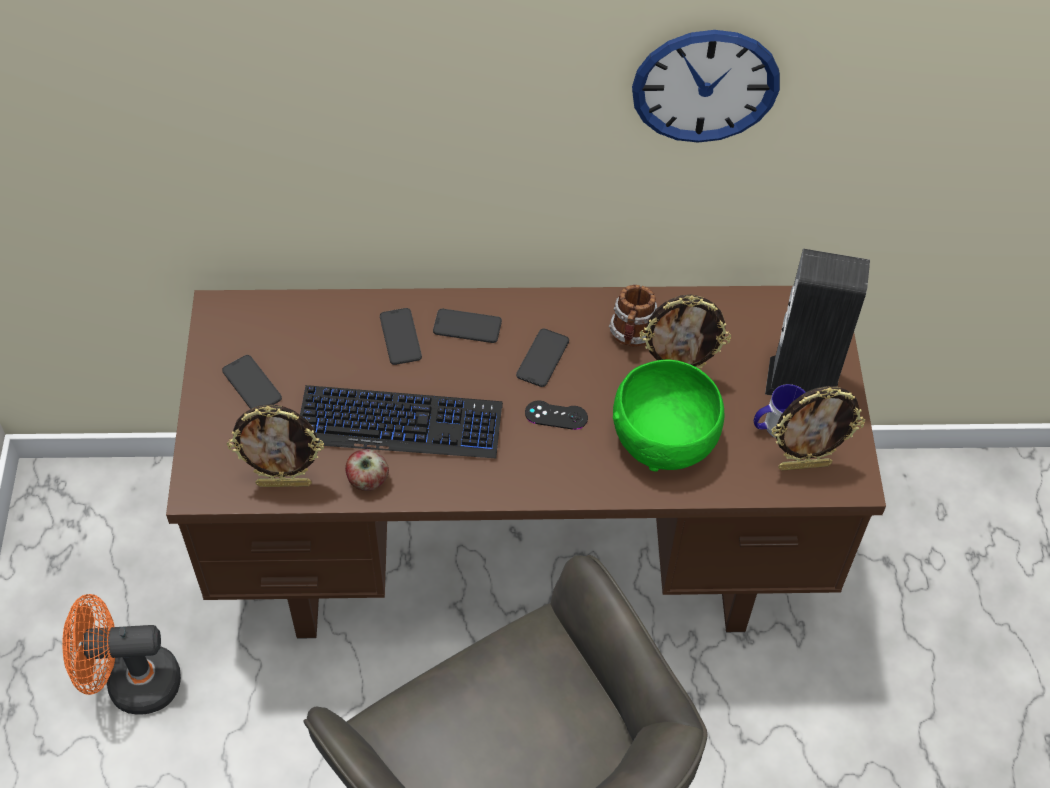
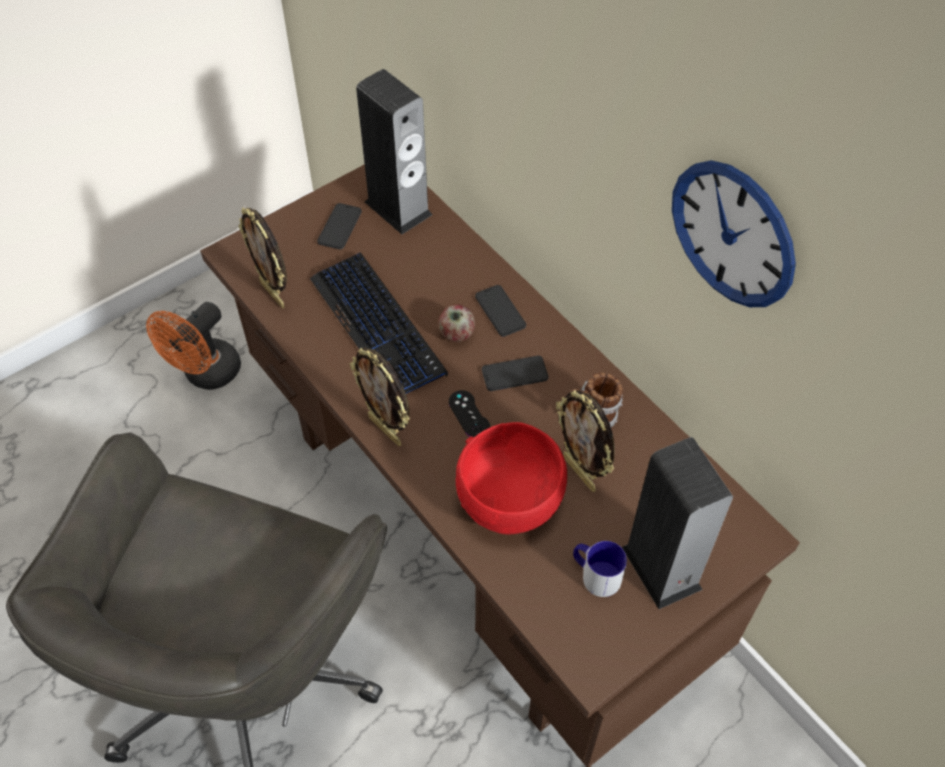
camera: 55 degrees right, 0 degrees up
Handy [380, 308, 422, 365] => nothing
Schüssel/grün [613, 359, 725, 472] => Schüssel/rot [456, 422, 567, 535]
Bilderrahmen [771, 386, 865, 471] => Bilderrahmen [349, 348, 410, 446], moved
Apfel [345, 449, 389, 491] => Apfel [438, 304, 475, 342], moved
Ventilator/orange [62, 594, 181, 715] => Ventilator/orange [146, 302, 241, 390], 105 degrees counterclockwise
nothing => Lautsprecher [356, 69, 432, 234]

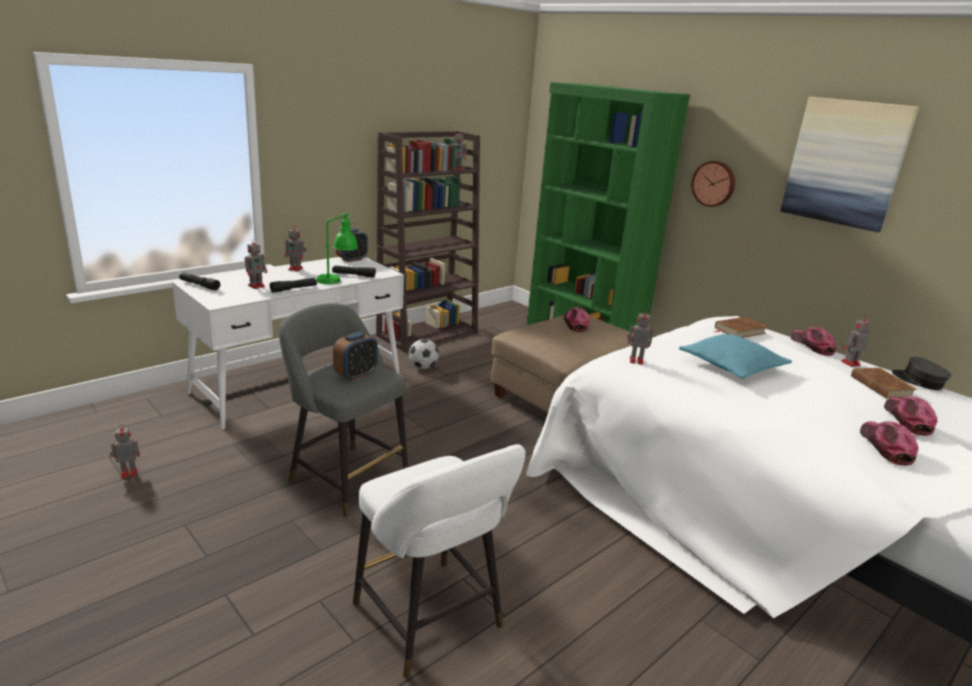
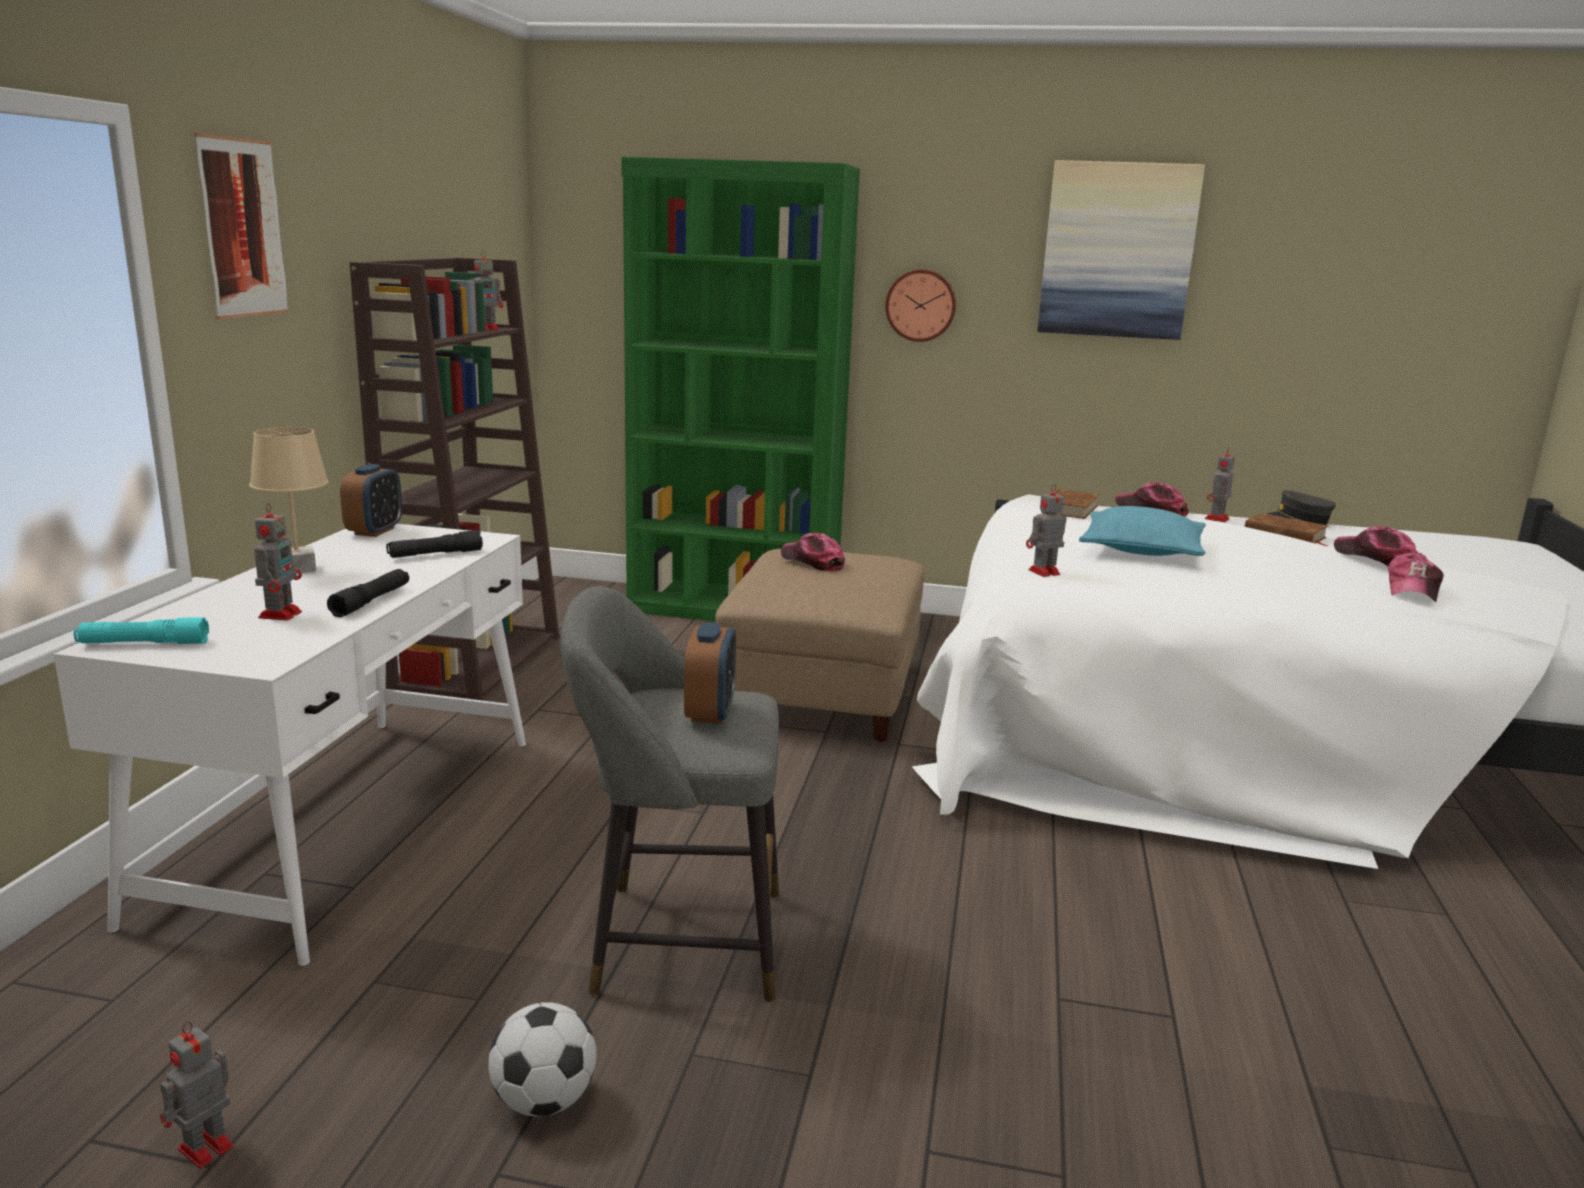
camera: 35 degrees left, 5 degrees down
Tischlampe/grün [316, 213, 358, 284] => nothing
Spielzeugroboter [284, 225, 306, 271] => Tischlampe/beige [249, 427, 329, 573]
Taschenlampe/schwarz [179, 272, 220, 291] => Taschenlampe/türkis [74, 617, 209, 644]
Fußball [409, 339, 439, 369] => Fußball [488, 1002, 597, 1117], moved
Kappe [860, 421, 918, 466] => Kappe [1388, 553, 1444, 602], 120 degrees counterclockwise
Hocker/weiß [353, 444, 526, 678] => nothing
nothing => Bild [194, 133, 289, 319]

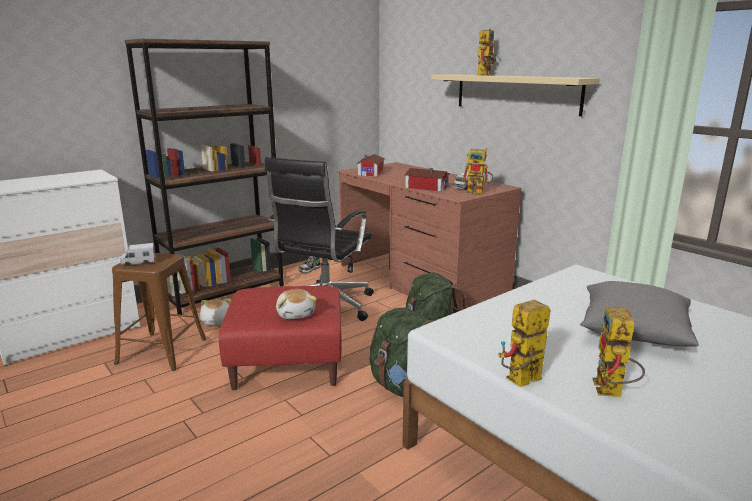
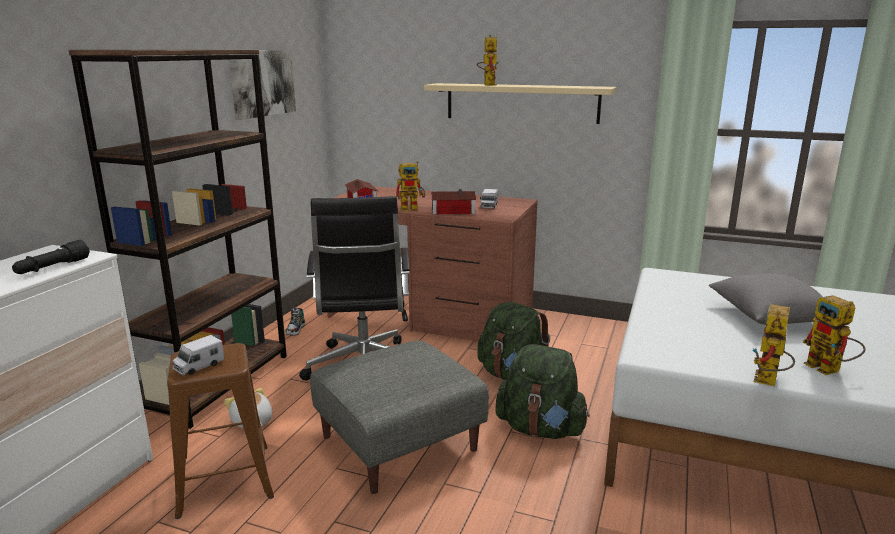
camera: 30 degrees left, 0 degrees up
Spielzeugroboter [462, 148, 493, 195] => Spielzeugroboter [396, 161, 425, 211], moved
Polsterhocker/rot [219, 286, 342, 390] => Polsterhocker/grau [310, 340, 489, 494]
Plüschtier [276, 289, 317, 319] => nothing
nothing => Bild [229, 50, 296, 120]
nothing => Taschenlampe/schwarz [12, 240, 90, 274]

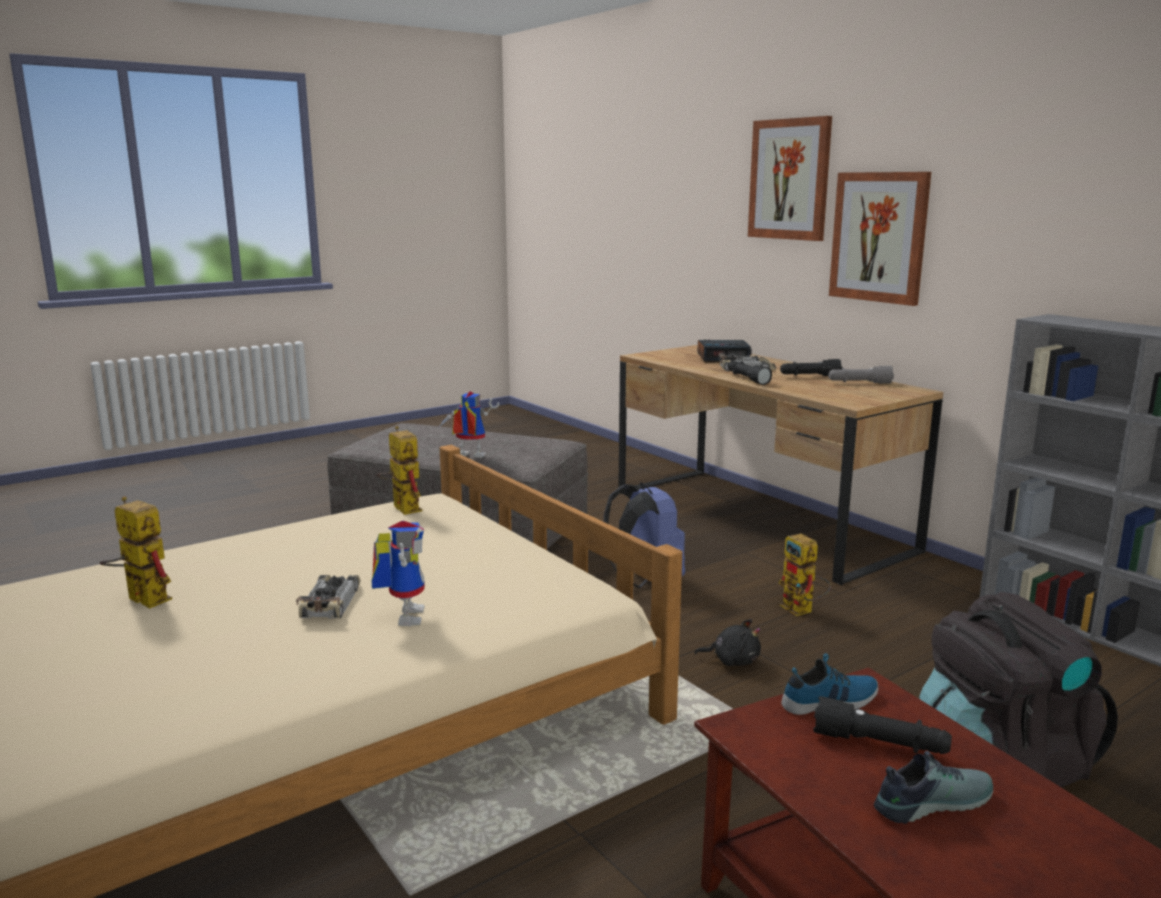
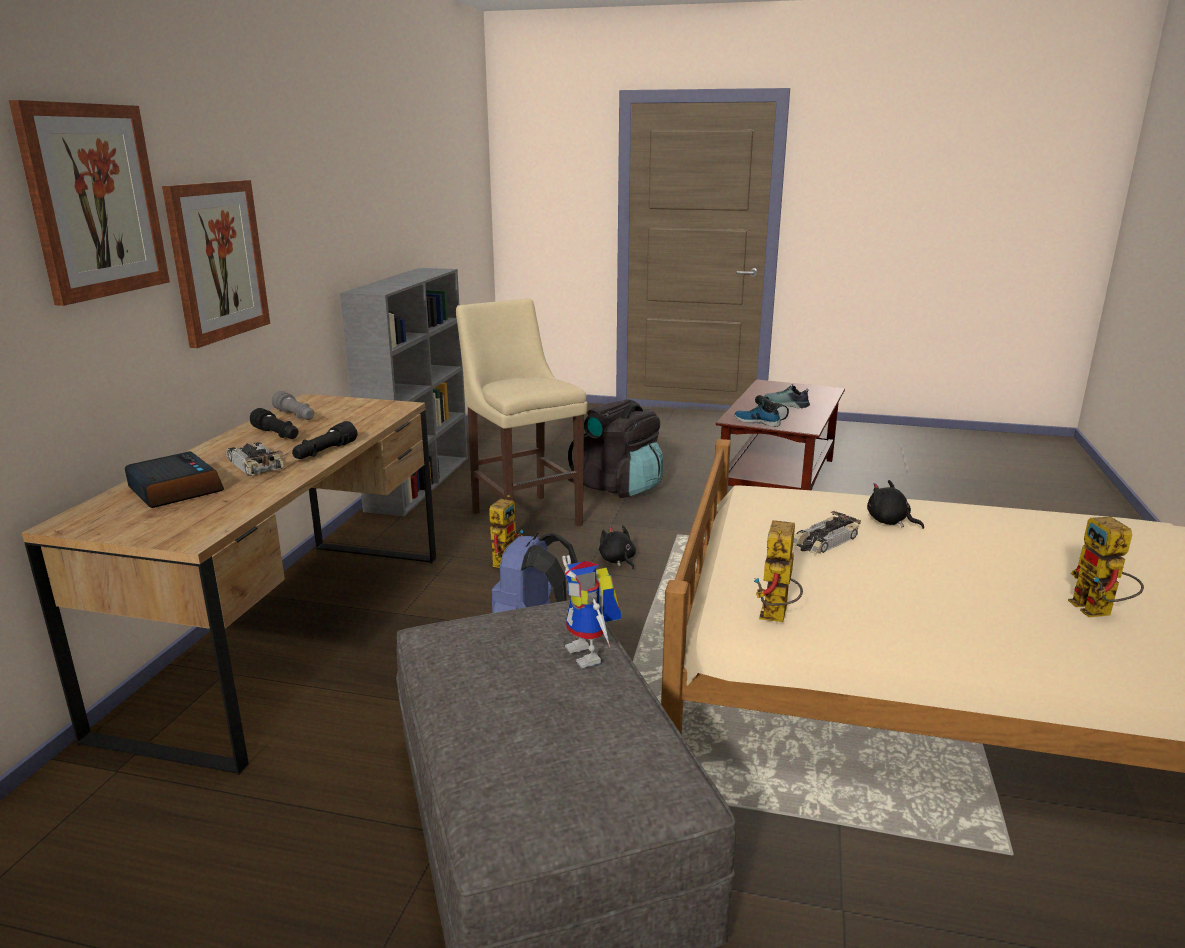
camera: 130 degrees left, 5 degrees up
Spielzeugroboter [372, 521, 425, 626] => Plüschtier/schwarz [867, 480, 924, 529]
Spielzeugauto [296, 575, 361, 619] => Spielzeugauto [793, 511, 861, 554], moved
nothing => Hocker/beige [456, 298, 588, 526]

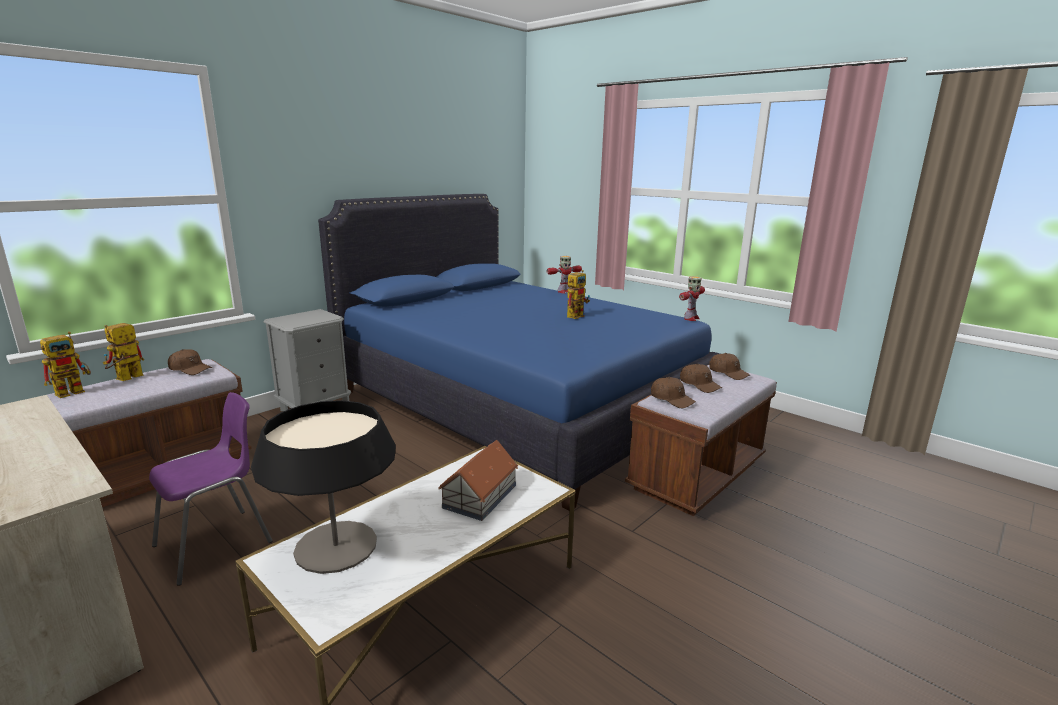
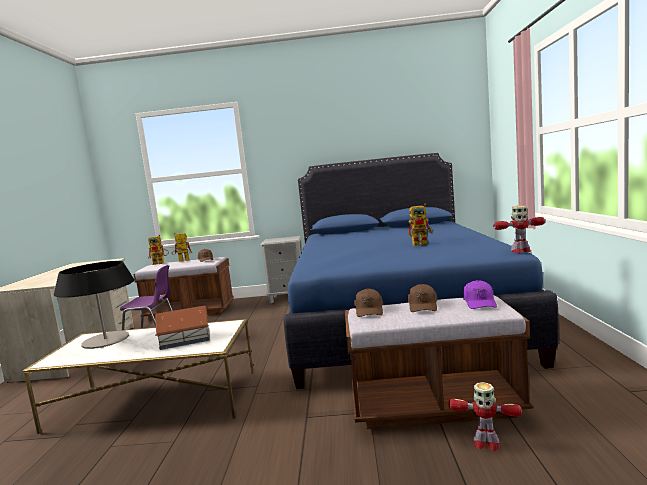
camera: 50 degrees right, 10 degrees down
Spielzeugroboter [546, 256, 582, 294] => Spielzeugroboter [449, 382, 522, 451], moved
Kappe/braun [709, 353, 750, 380] => Kappe/lila [463, 280, 497, 309]

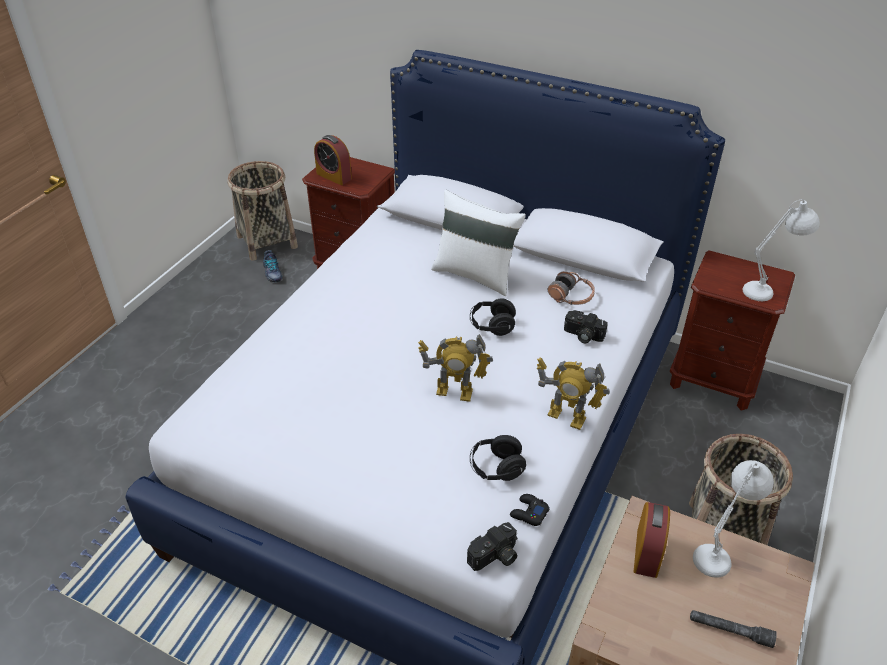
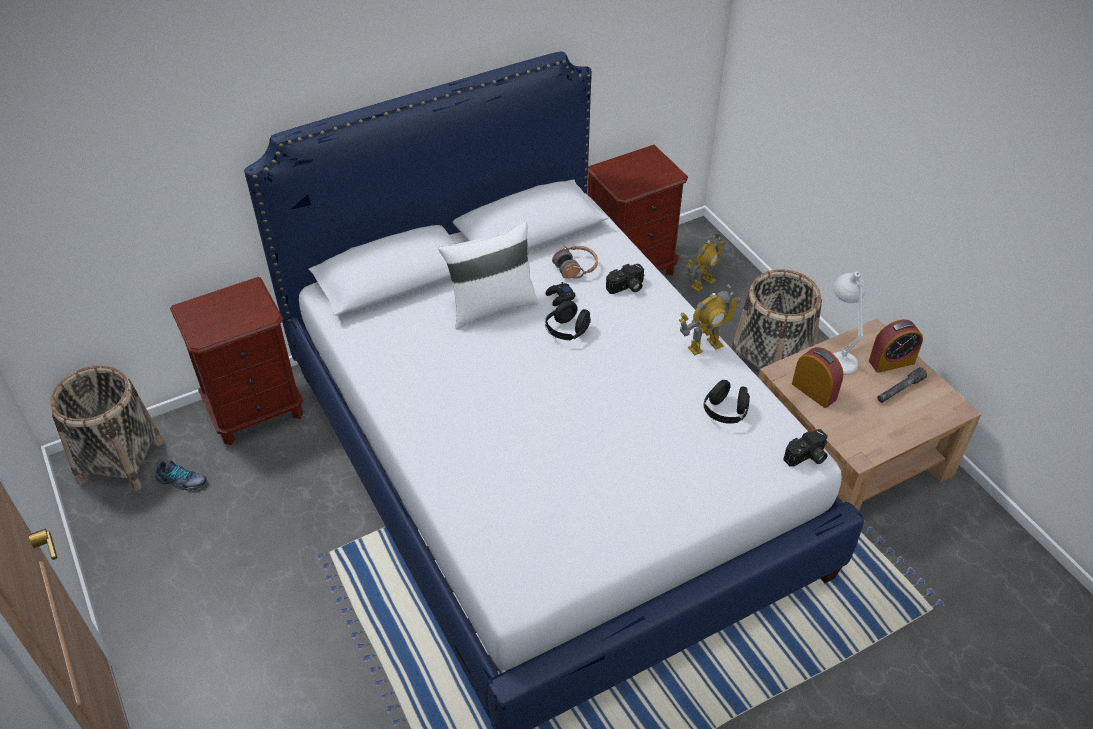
camera: 55 degrees left, 5 degrees up
Wecker [314, 135, 352, 185] => Wecker [869, 319, 923, 373], moved
Tischlampe/weiß [743, 199, 820, 301] => nothing
Spielzeugroboter [418, 334, 493, 402] => Spielzeugroboter [687, 231, 725, 292], moved
Gamepad/schwarz [510, 494, 550, 526] => Gamepad/schwarz [545, 282, 576, 306], moved
Kamera [467, 522, 518, 571] => Kamera [783, 429, 828, 467], 60 degrees clockwise

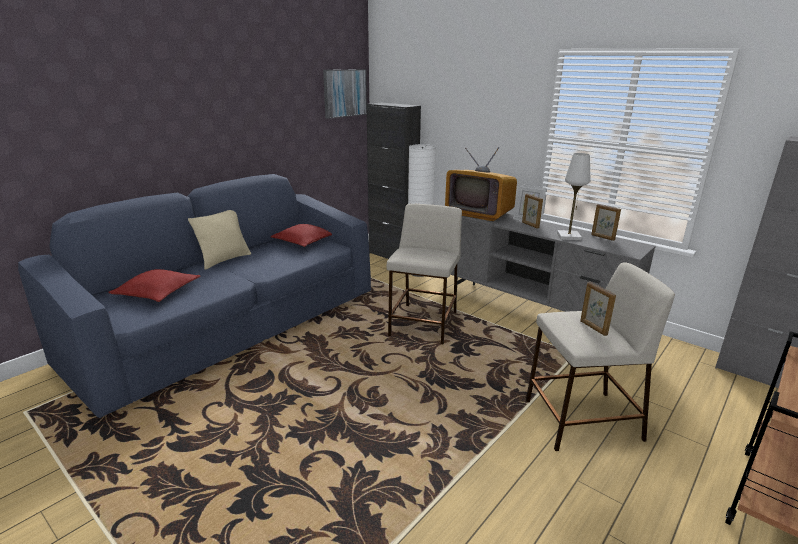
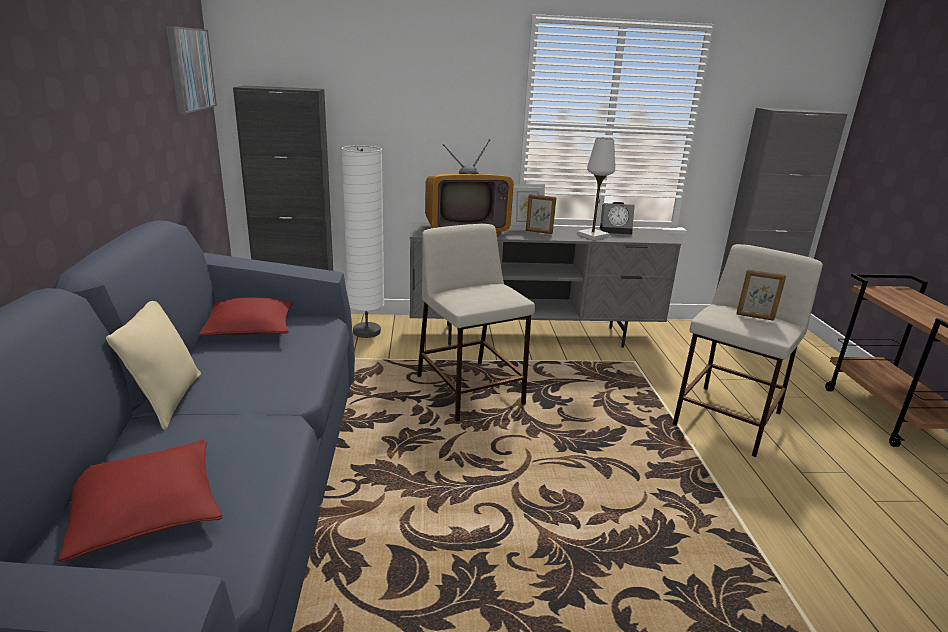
camera: 45 degrees left, 0 degrees up
Bilderrahmen [591, 204, 621, 241] => Wecker [600, 202, 635, 234]

